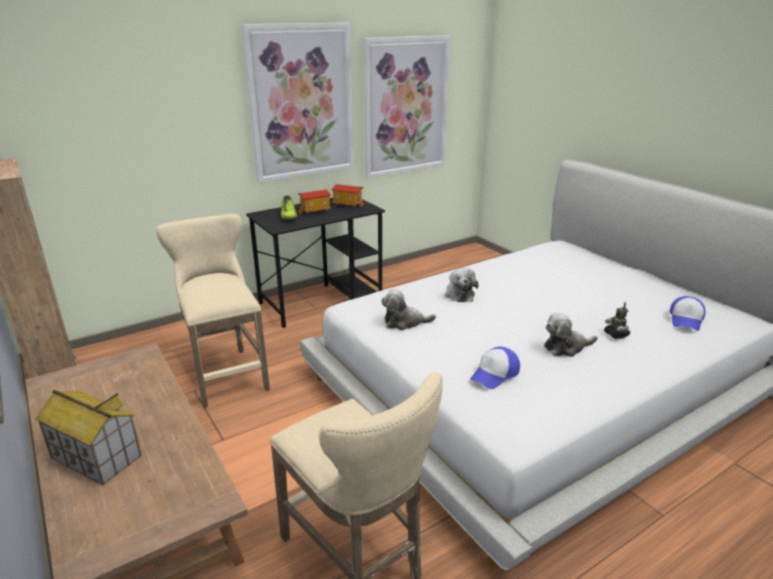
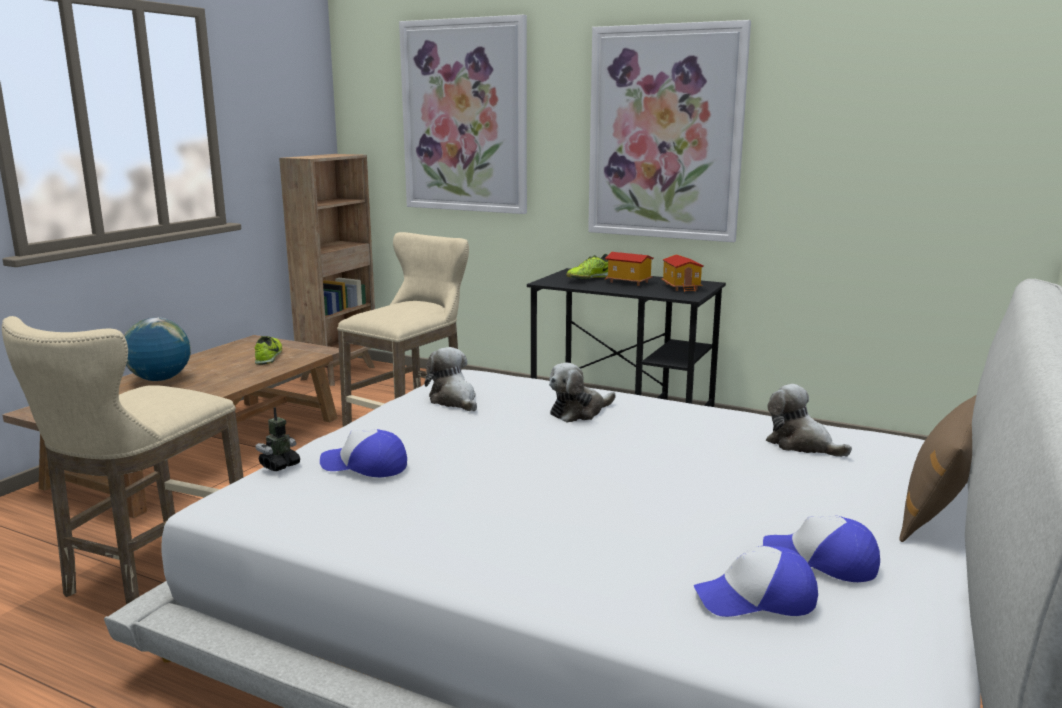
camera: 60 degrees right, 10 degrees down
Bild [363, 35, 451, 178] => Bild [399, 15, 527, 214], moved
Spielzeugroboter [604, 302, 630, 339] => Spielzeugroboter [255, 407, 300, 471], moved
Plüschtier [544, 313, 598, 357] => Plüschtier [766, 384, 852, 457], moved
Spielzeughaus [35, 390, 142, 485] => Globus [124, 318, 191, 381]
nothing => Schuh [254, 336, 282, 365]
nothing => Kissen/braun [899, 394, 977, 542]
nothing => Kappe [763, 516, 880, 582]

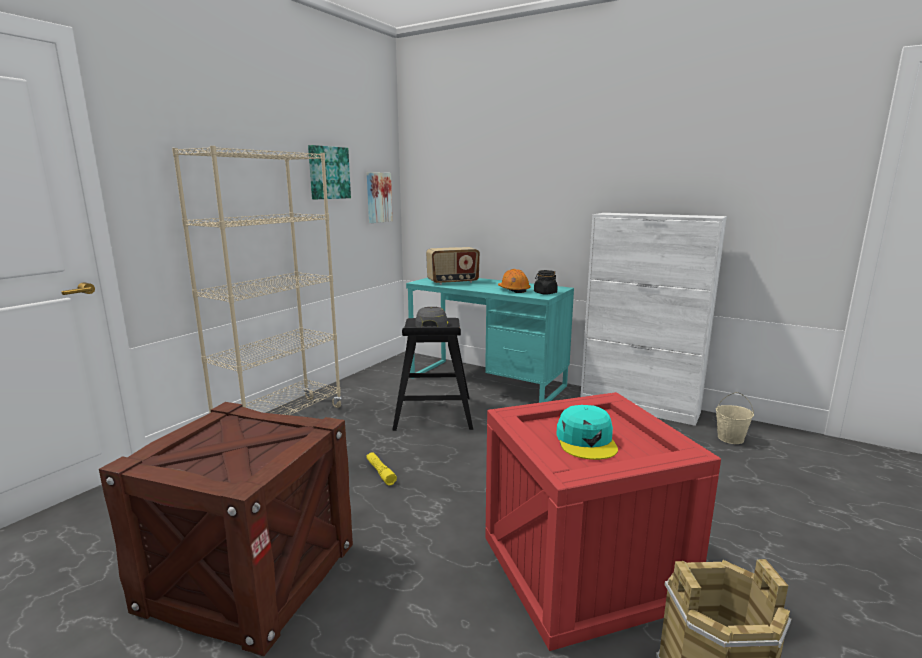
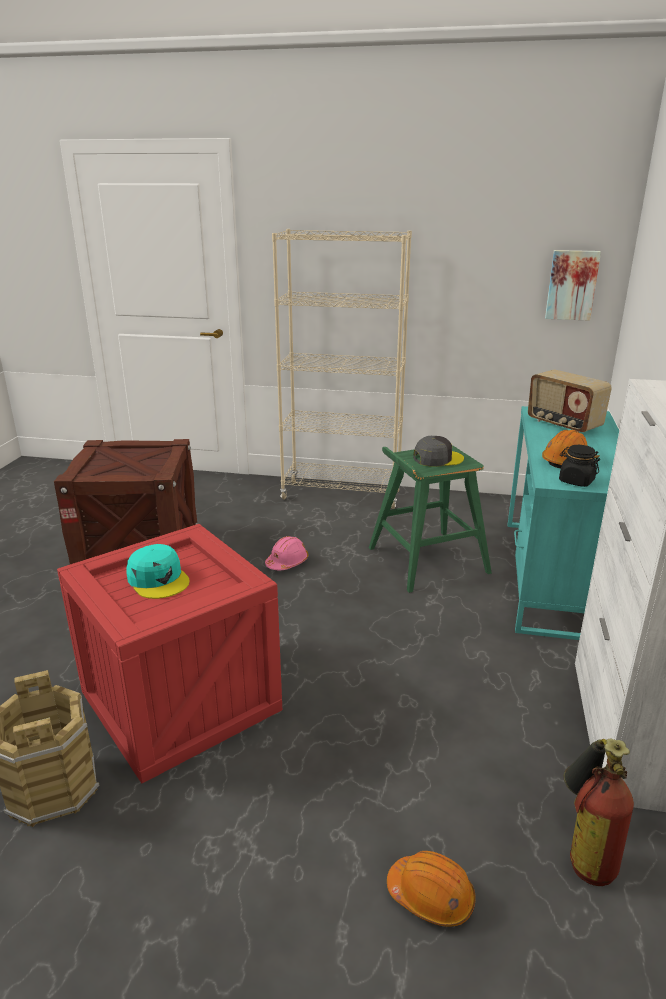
camera: 70 degrees right, 10 degrees up
Bild [308, 145, 351, 199] => nothing
Hocker/schwarz [392, 318, 473, 431] => Hocker/grün [369, 445, 492, 593]
Eimer/beige [716, 392, 754, 444] => Feuerlöscher [563, 738, 634, 886]
Kappe/türkis [556, 405, 618, 460] => Kappe/türkis [126, 544, 190, 599], 105 degrees counterclockwise
Taschenlampe/gelb [366, 452, 397, 485] => Schutzhelm/rosa [265, 536, 309, 570]
nothing => Schutzhelm/orange [387, 851, 476, 926]

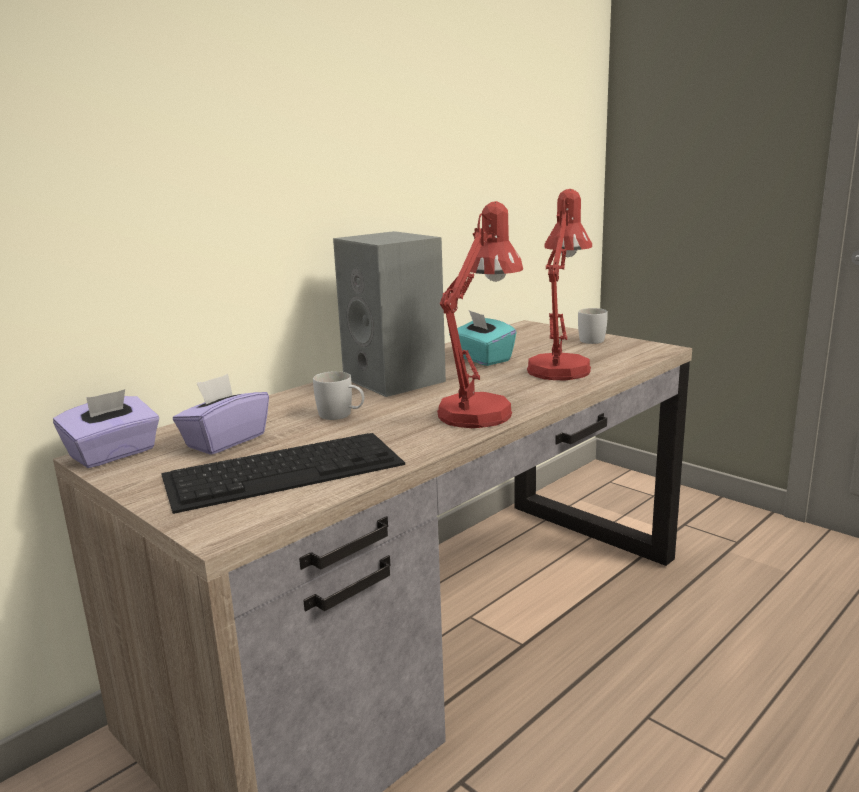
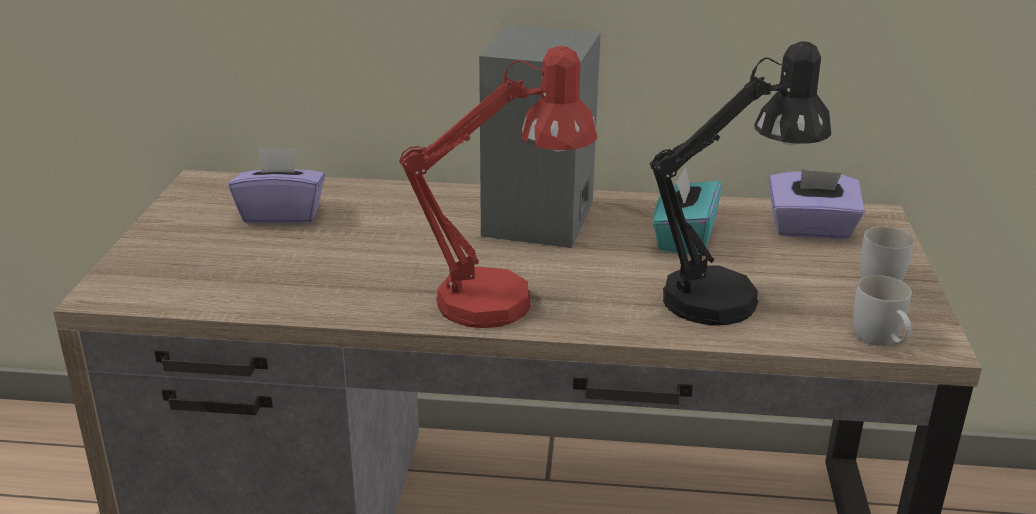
camera: 50 degrees right, 10 degrees up
Tischlampe/rot [527, 189, 592, 380] => Tischlampe/schwarz [650, 41, 831, 326]
Henkelbecher/weiß [313, 371, 364, 420] => Henkelbecher/weiß [853, 275, 912, 346], moved
Taschentuchbox/lila [53, 389, 159, 468] => Taschentuchbox/lila [769, 169, 865, 239], moved
Tastatur [161, 433, 405, 514] => nothing

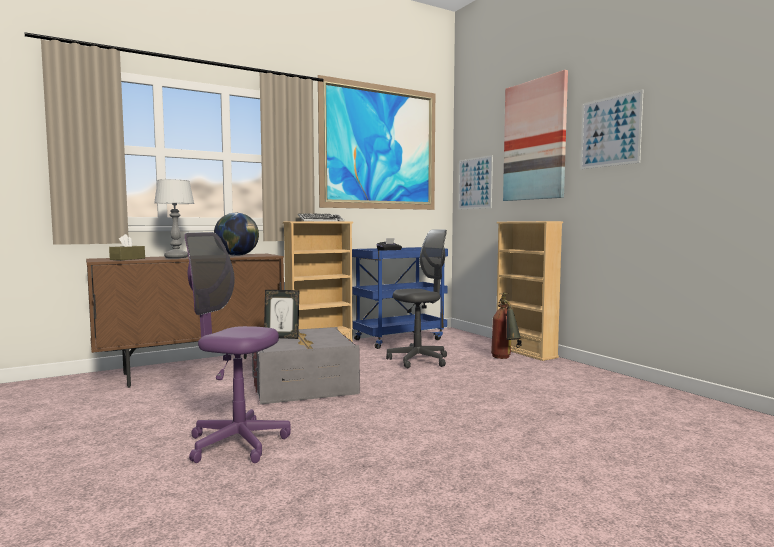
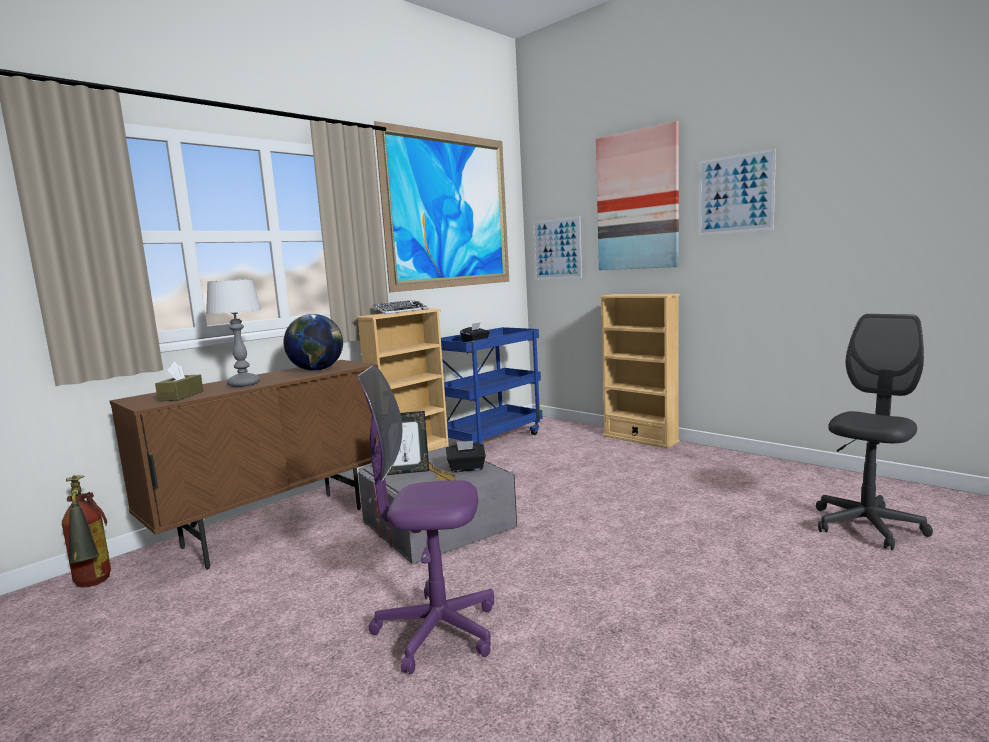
camera: 15 degrees left, 5 degrees up
Bürostuhl/grau [386, 229, 447, 368] => Bürostuhl/grau [816, 314, 933, 550], moved
Feuerlöscher [491, 292, 521, 359] => Feuerlöscher [62, 475, 111, 587], moved
nothing => Taschentuchbox/schwarz [446, 441, 486, 472]

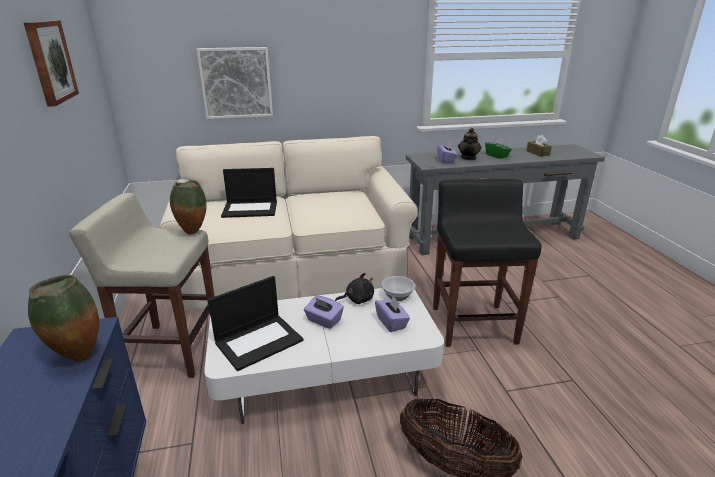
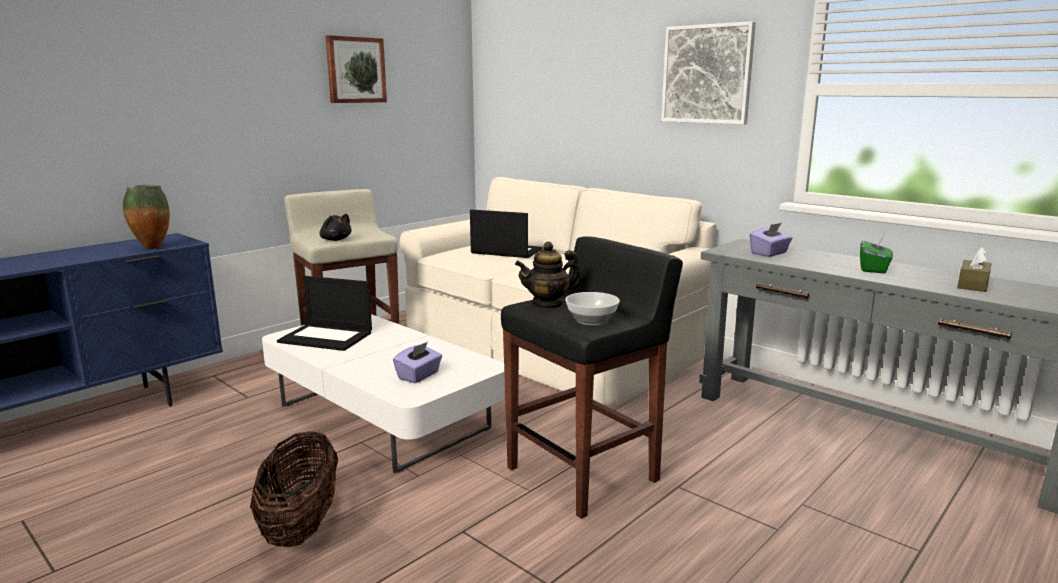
camera: 55 degrees right, 10 degrees down
Bild [197, 47, 273, 119] => Bild [661, 21, 756, 125], moved
Teekanne [458, 128, 482, 160] => Teekanne [515, 241, 581, 309], moved
Laptop [221, 168, 277, 218] => Laptop [470, 209, 542, 258], 150 degrees clockwise
Vase [170, 180, 206, 234] => nothing
Plüschtier/schwarz [335, 273, 374, 304] => Plüschtier/schwarz [320, 214, 352, 241], moved
Schüssel [382, 276, 415, 301] => Schüssel [565, 292, 620, 326], moved
Taschentuchbox/lila [304, 296, 344, 329] => nothing

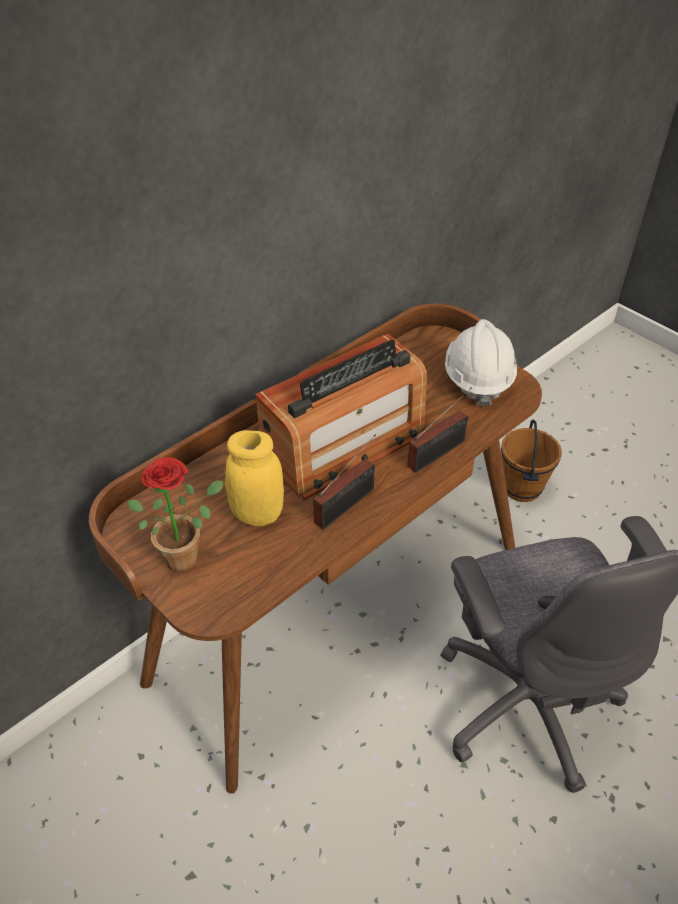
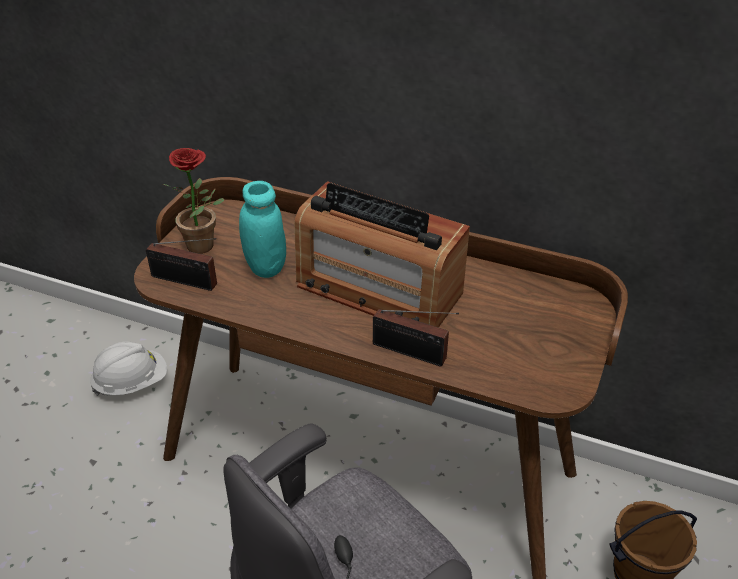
camera: 65 degrees right, 5 degrees down
Schutzhelm/weiß [445, 319, 517, 407] => Schutzhelm/weiß [91, 341, 167, 396], moved
Vorratsglas/gelb [225, 430, 284, 526] => Vorratsglas/türkis [239, 181, 286, 278]
Radio [313, 434, 376, 529] => Radio [146, 238, 217, 291], moved

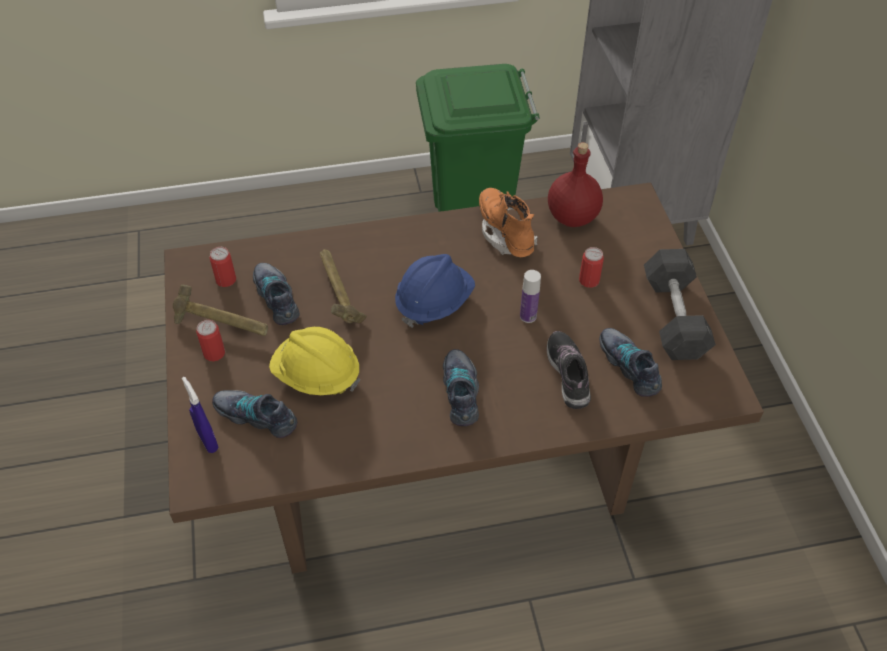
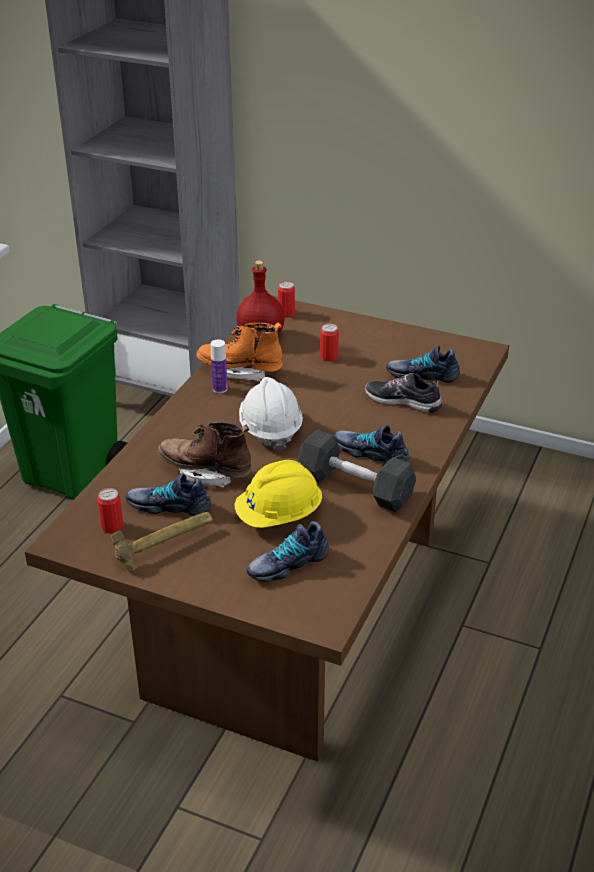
camera: 55 degrees left, 15 degrees down
Hammer [320, 249, 367, 323] => Stiefel/braun [158, 422, 251, 488]
Hantel/grau [644, 249, 716, 360] => Hantel/grau [297, 429, 416, 512], moved
Schutzhelm/blau [395, 254, 475, 328] => Schutzhelm/weiß [239, 377, 303, 451]
Flasche [520, 270, 541, 323] => Flasche [211, 339, 228, 393], moved
Dose [196, 320, 225, 361] => Dose [278, 281, 295, 317], moved
Sprühflasche/blau [182, 377, 219, 453] => nothing

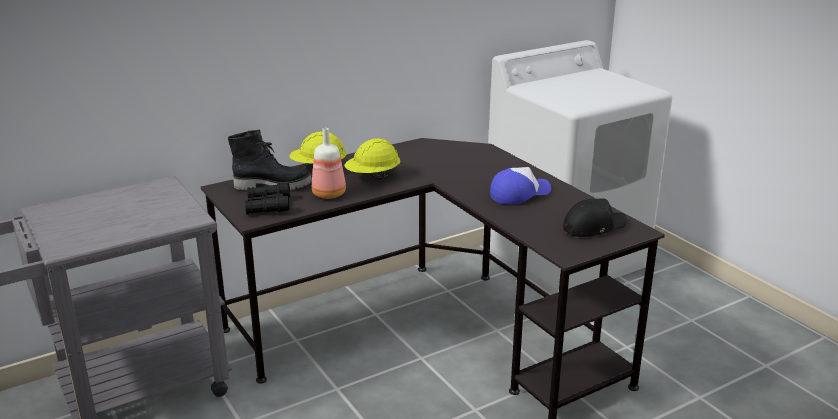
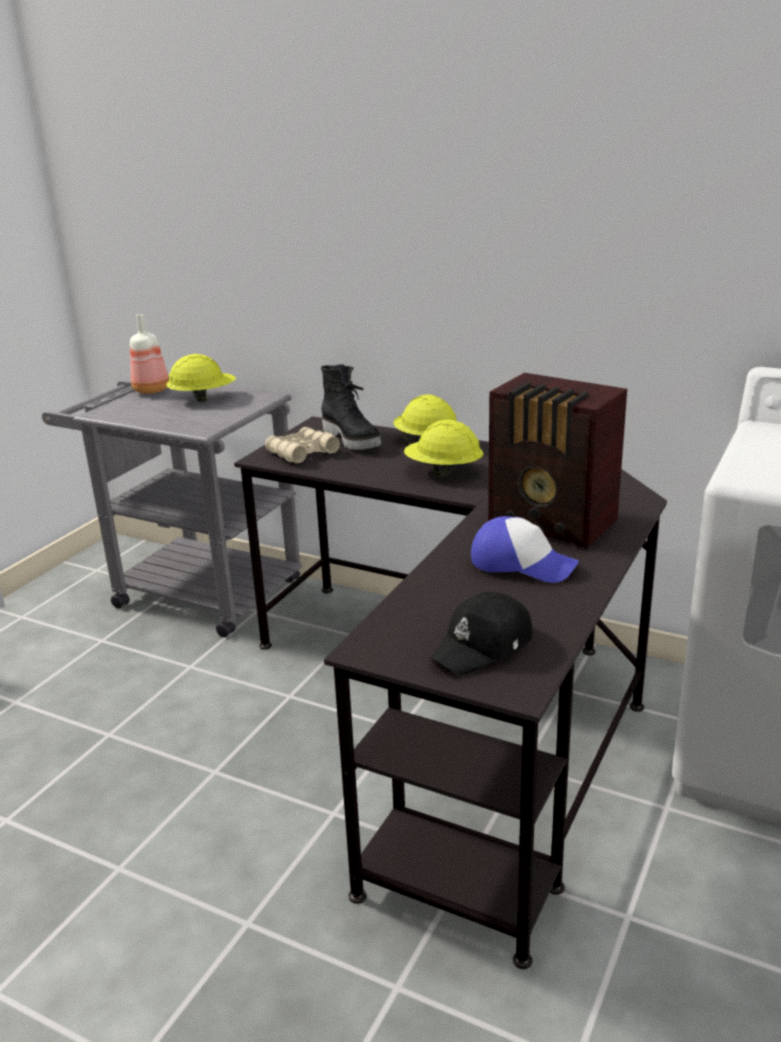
camera: 60 degrees right, 0 degrees up
Flasche [312, 128, 346, 199] => Flasche [130, 314, 169, 394], moved
Fernglas/schwarz [245, 183, 290, 214] => Fernglas/beige [265, 427, 340, 463]
Kappe/schwarz [563, 198, 627, 237] => Kappe/schwarz [430, 592, 532, 675], 105 degrees clockwise
nothing => Schutzhelm/gelb [167, 354, 236, 402]
nothing => Radio [488, 373, 627, 548]

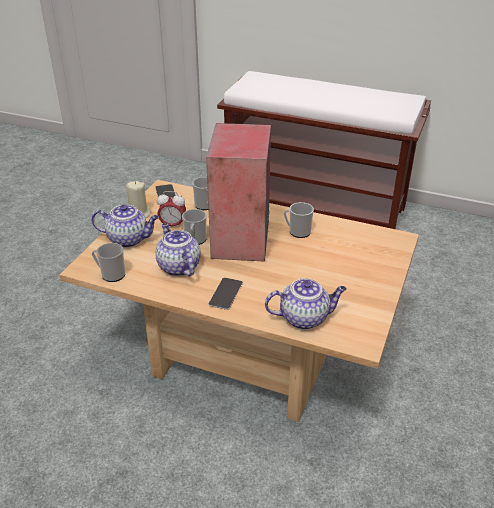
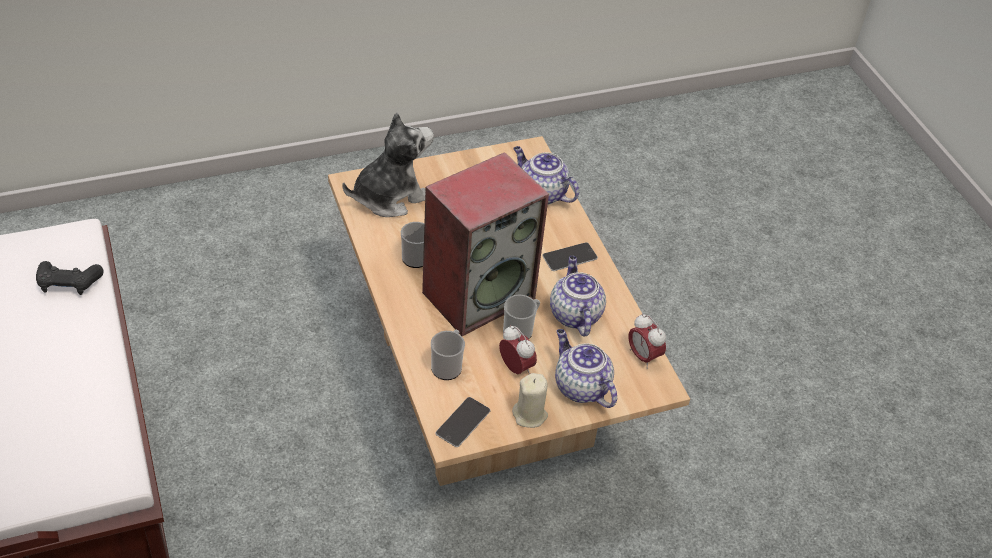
camera: 135 degrees left, 10 degrees up
Teekanne [155, 223, 201, 276] => Teekanne [550, 256, 606, 336], 150 degrees clockwise
Henkelbecher [92, 243, 126, 282] => Wecker [629, 314, 666, 369]
nothing => Plüschtier [342, 113, 434, 217]
nothing => Gamepad/schwarz [36, 261, 104, 295]

